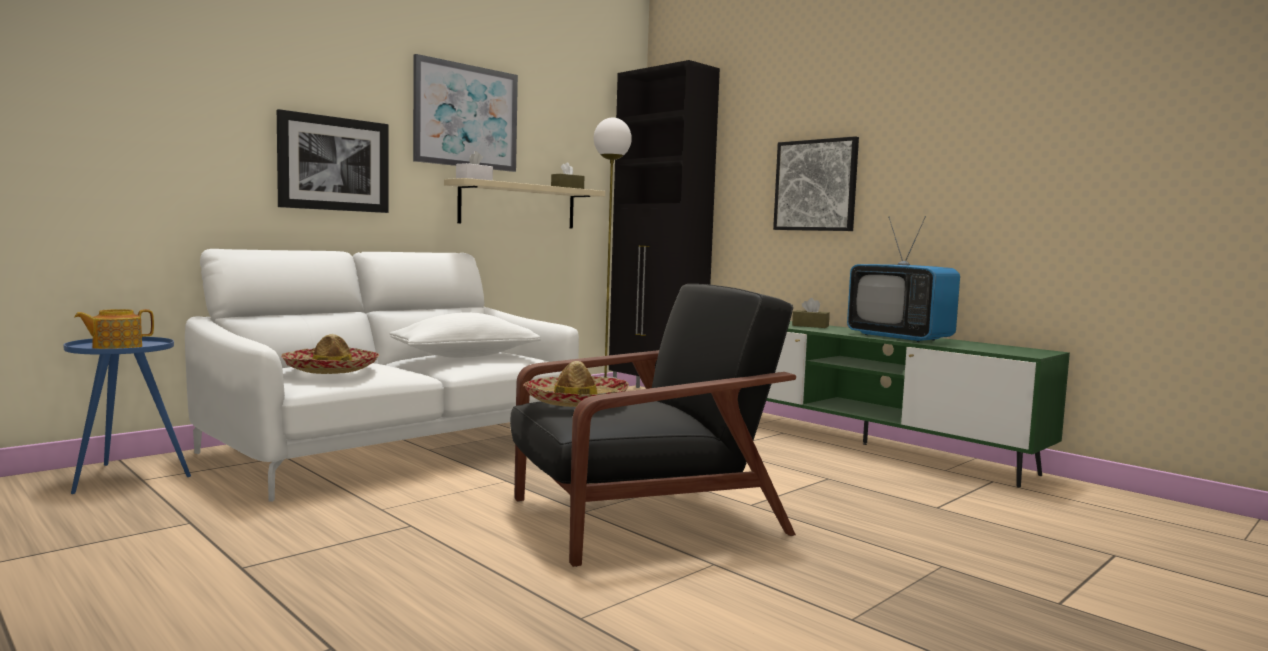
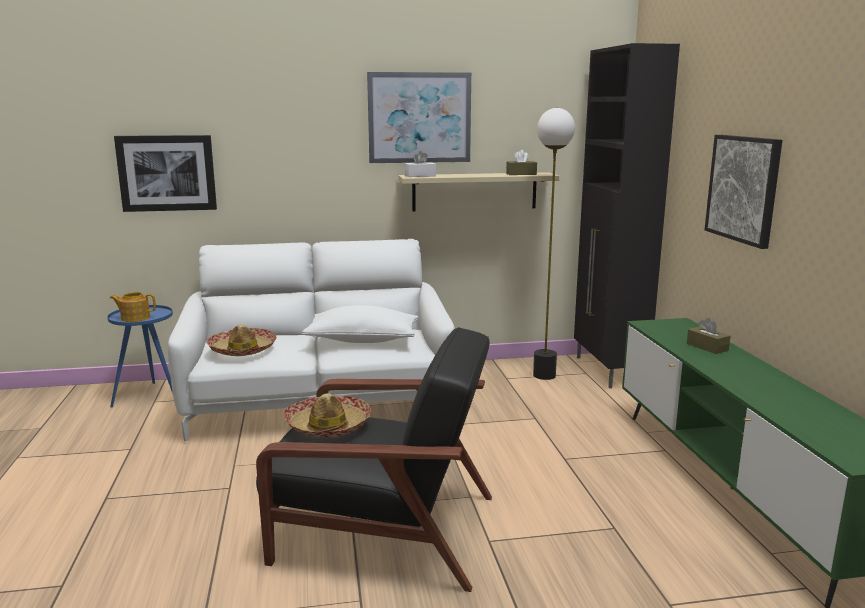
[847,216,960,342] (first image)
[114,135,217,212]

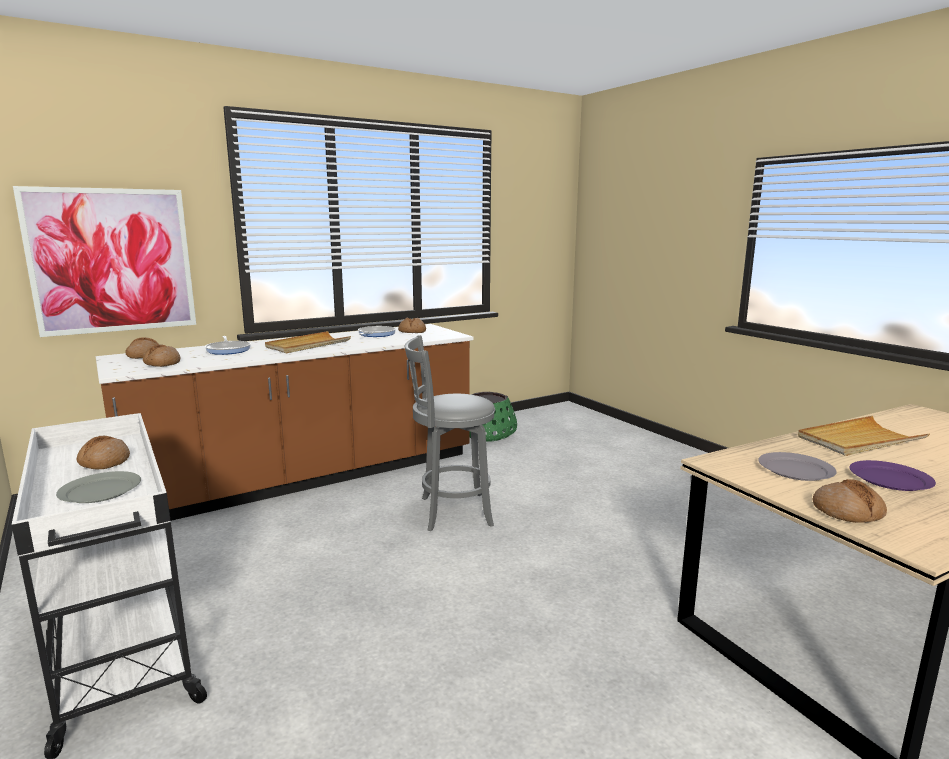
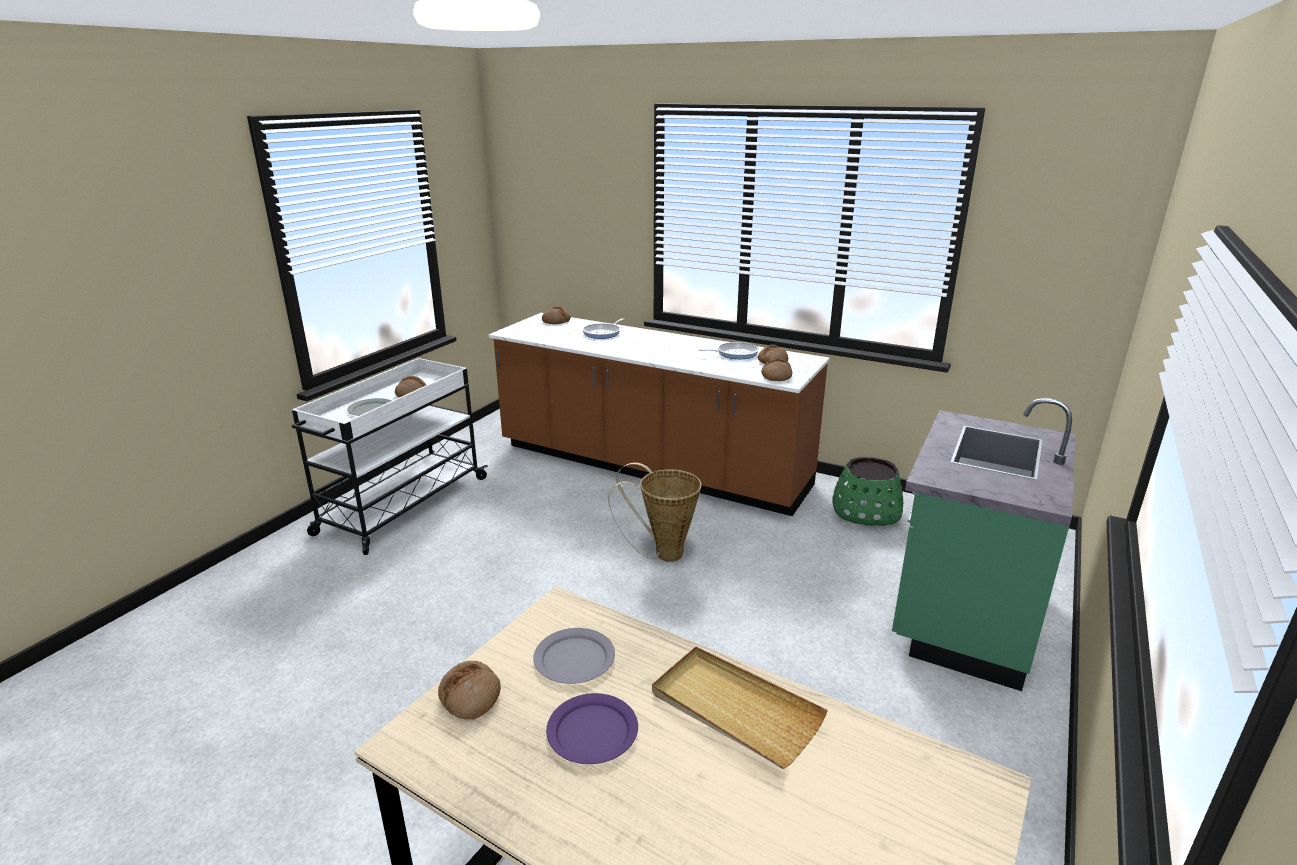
[13,186,196,337] (first image)
[265,331,351,353] (first image)
[892,398,1076,691]
[761,358,792,381]
[608,462,702,562]

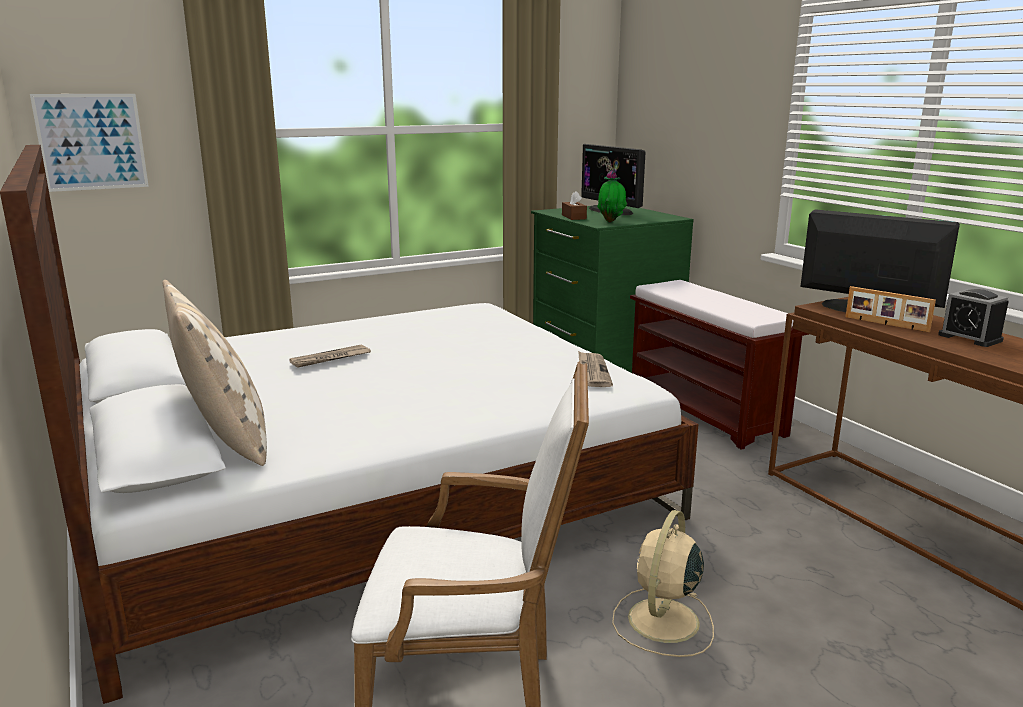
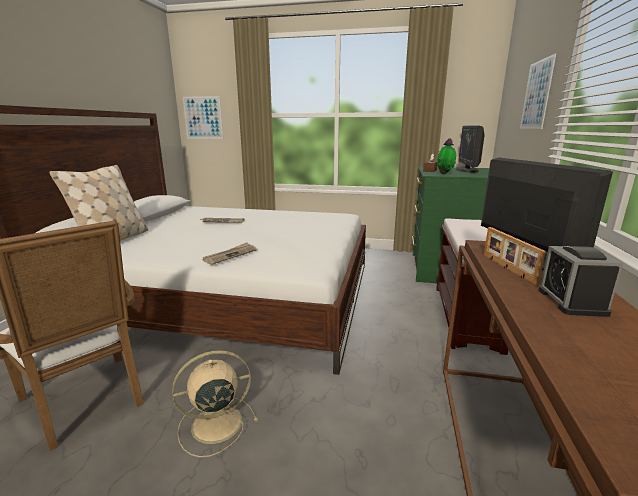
[520,53,556,129]
[203,242,257,265]

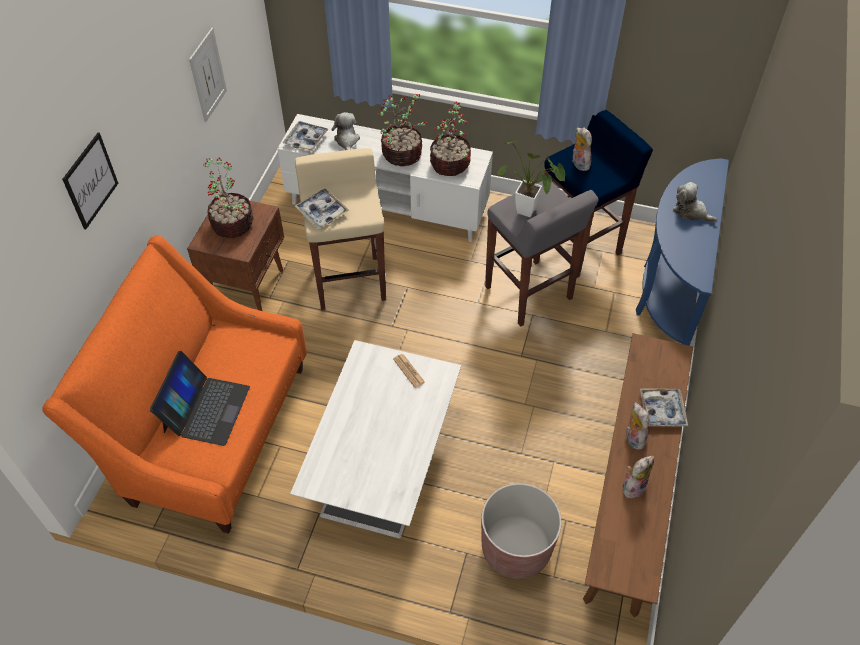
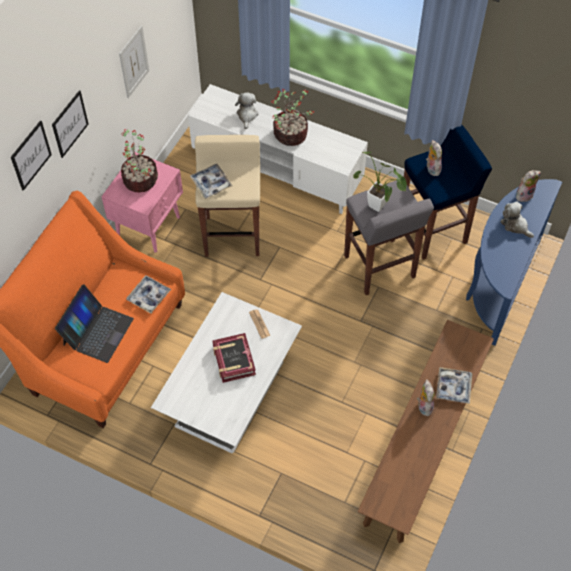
[430,102,471,176] (first image)
[481,483,562,579] (first image)
[52,90,89,158]
[212,333,256,383]
[126,275,171,314]
[516,170,541,202]
[101,152,183,253]

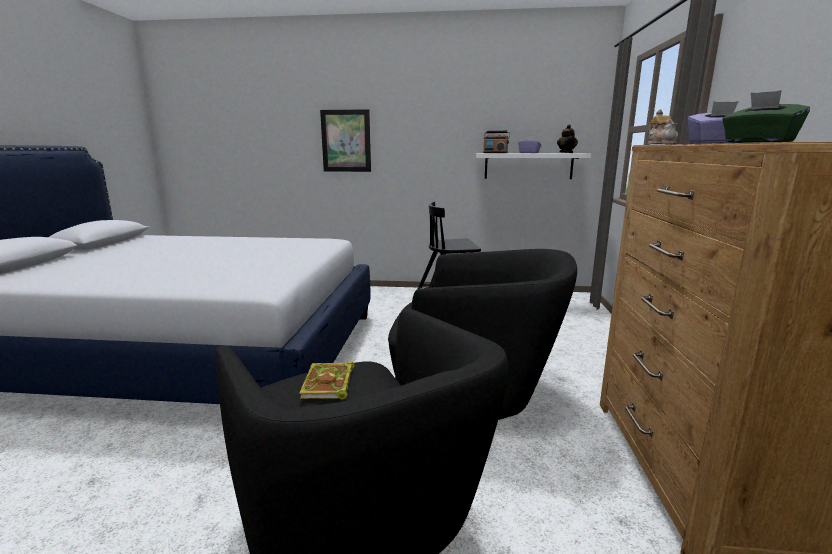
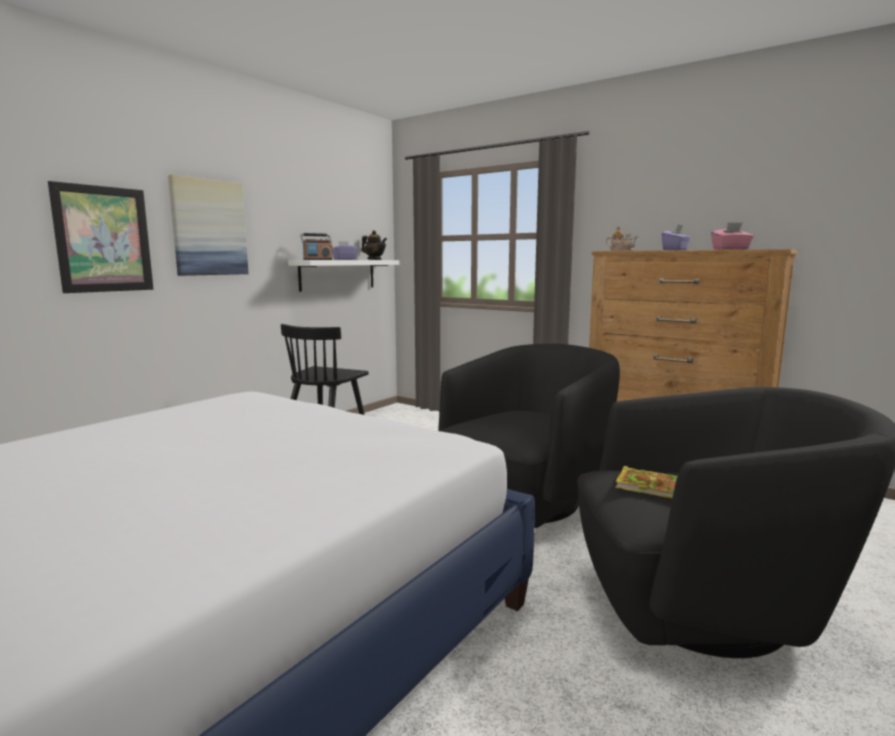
[168,175,249,276]
[711,222,754,250]

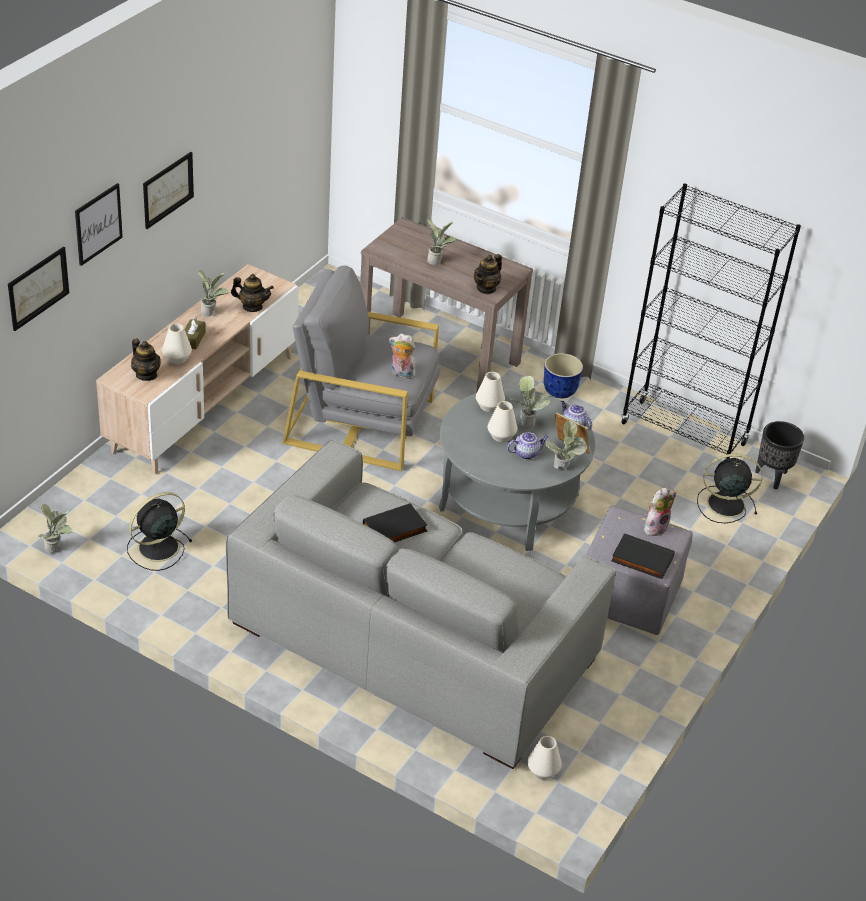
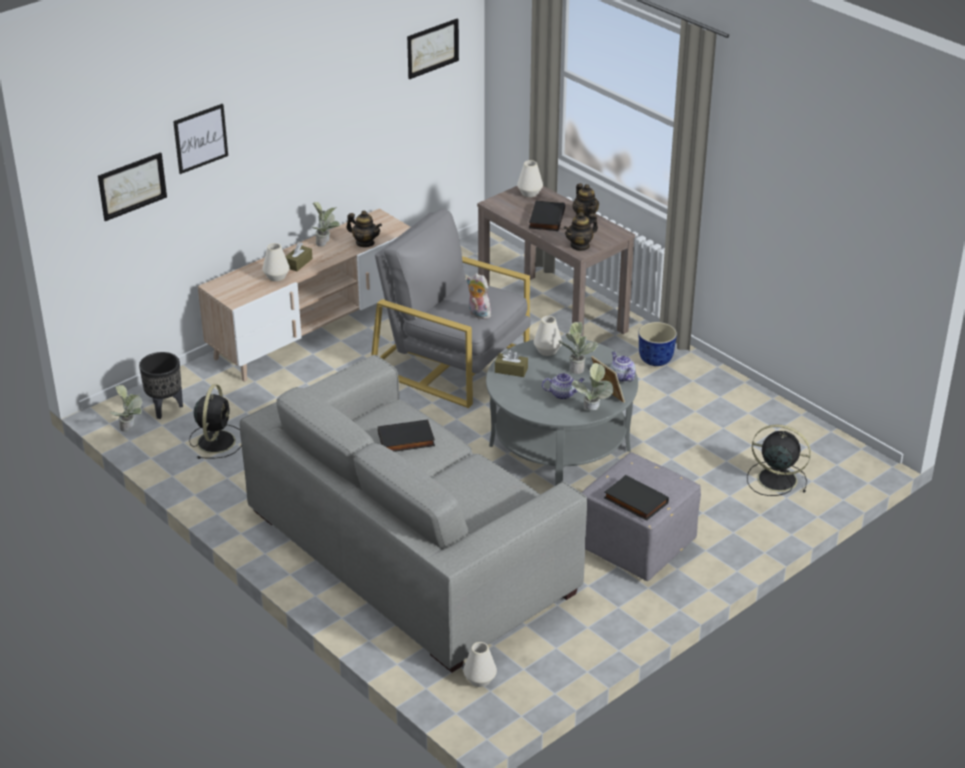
[620,184,801,460] (first image)
[644,487,676,536] (first image)
[495,350,528,377]
[573,183,599,221]
[407,18,459,79]
[517,160,543,197]
[139,352,183,419]
[529,201,565,231]
[189,384,242,459]

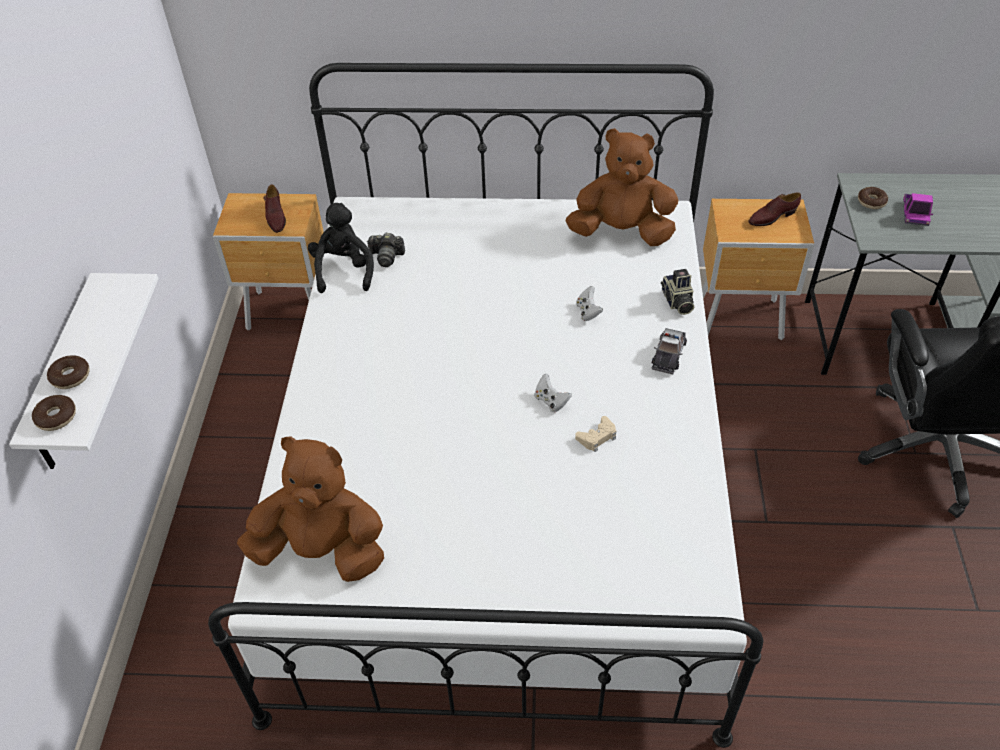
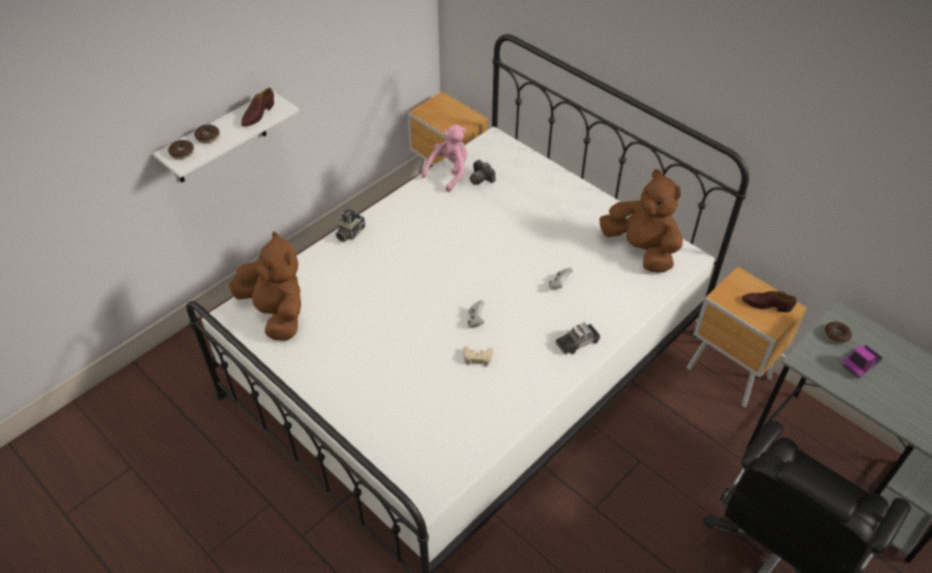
[241,88,274,126]
[336,209,365,242]
[422,125,467,192]

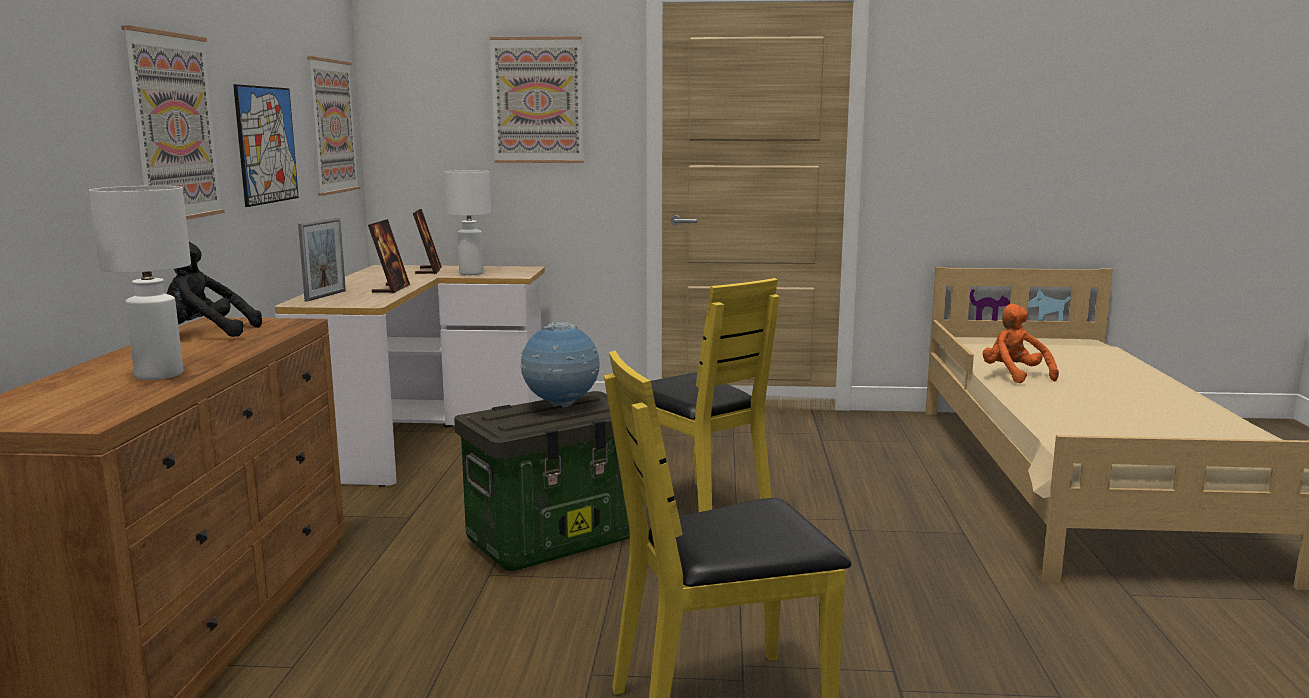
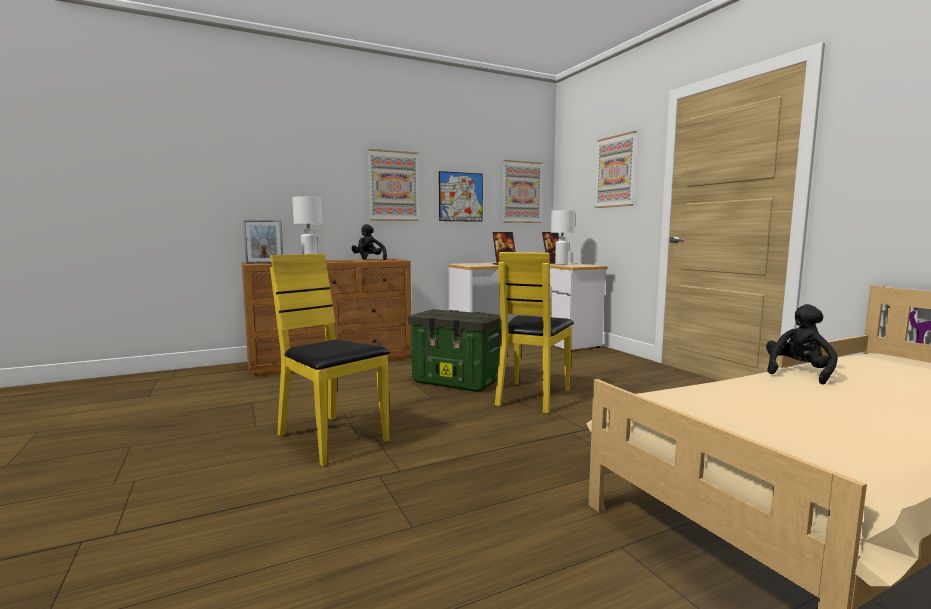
[521,322,600,408] (first image)
[243,220,283,264]
[766,304,838,385]

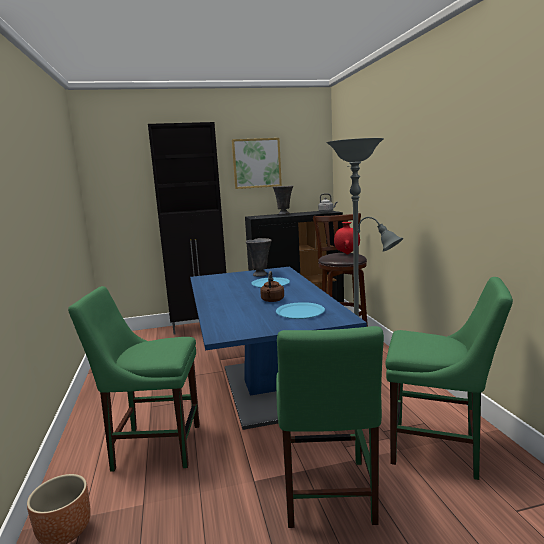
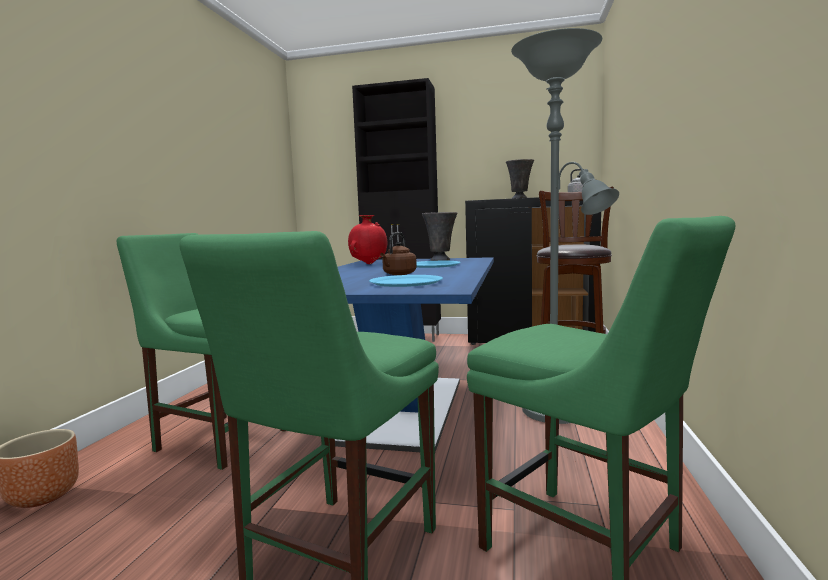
[232,138,282,189] (first image)
[348,215,388,264]

